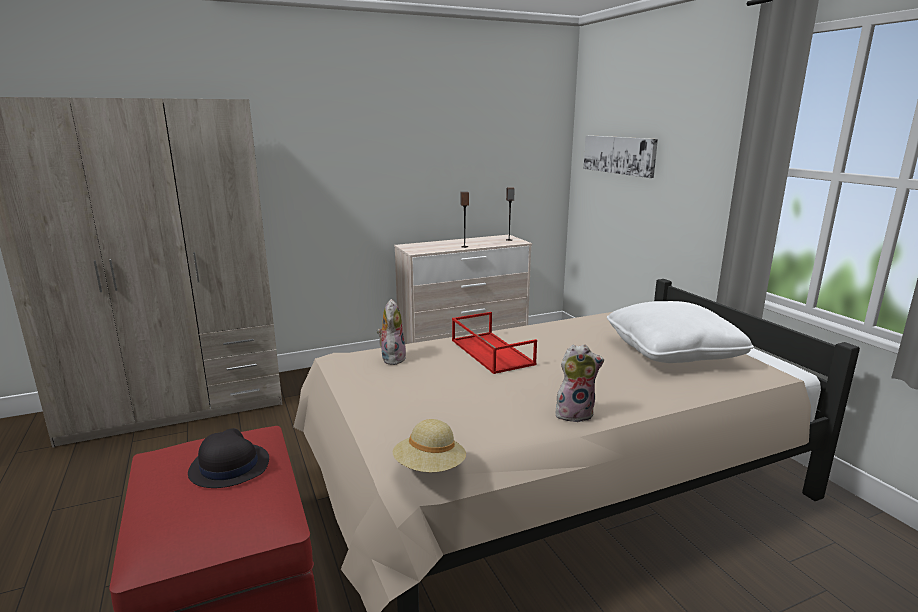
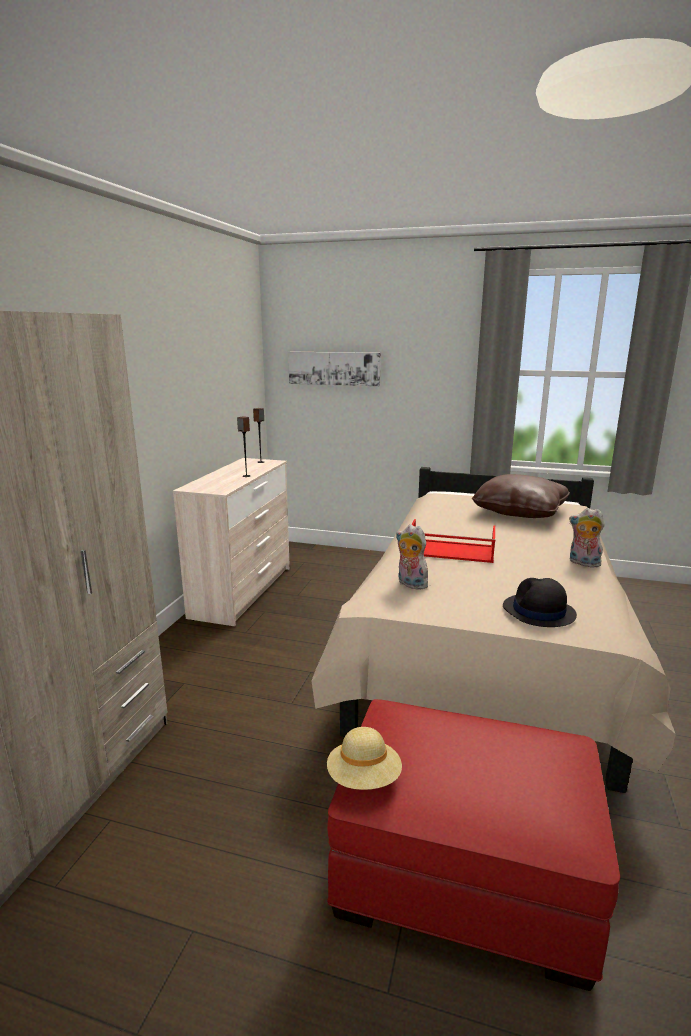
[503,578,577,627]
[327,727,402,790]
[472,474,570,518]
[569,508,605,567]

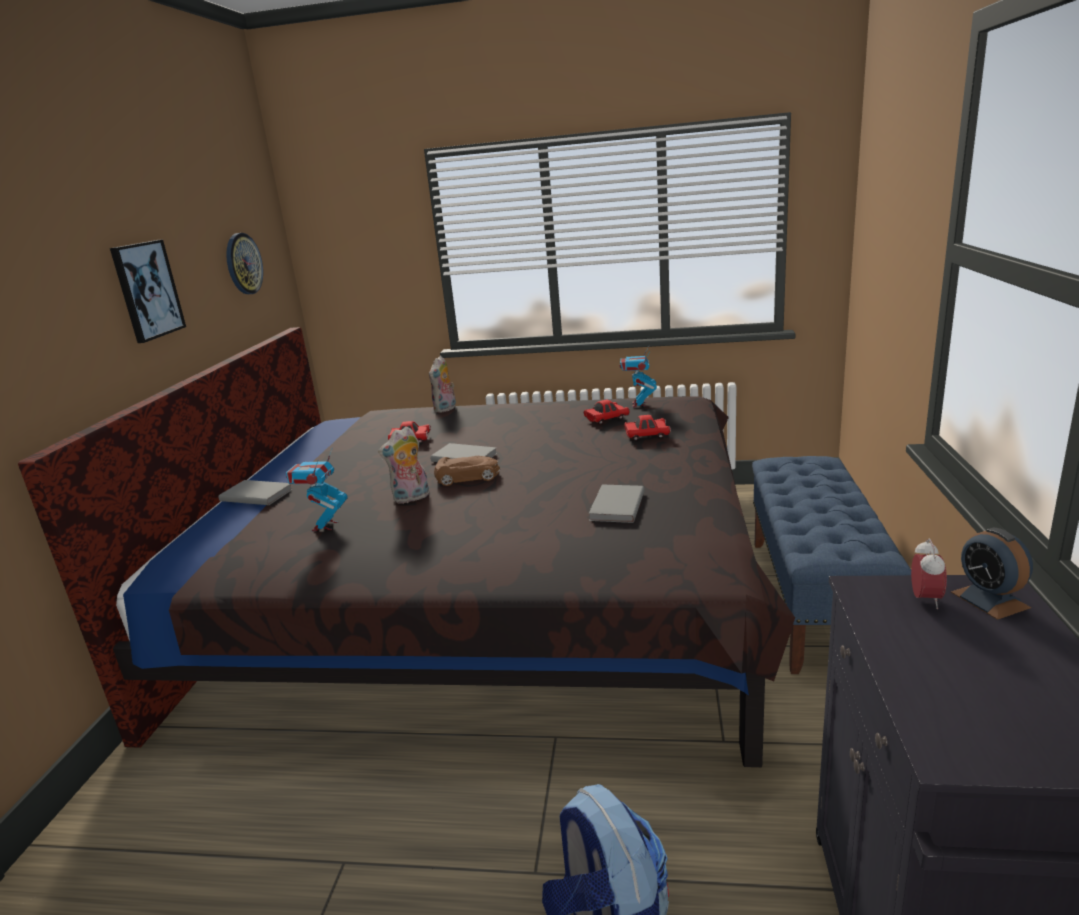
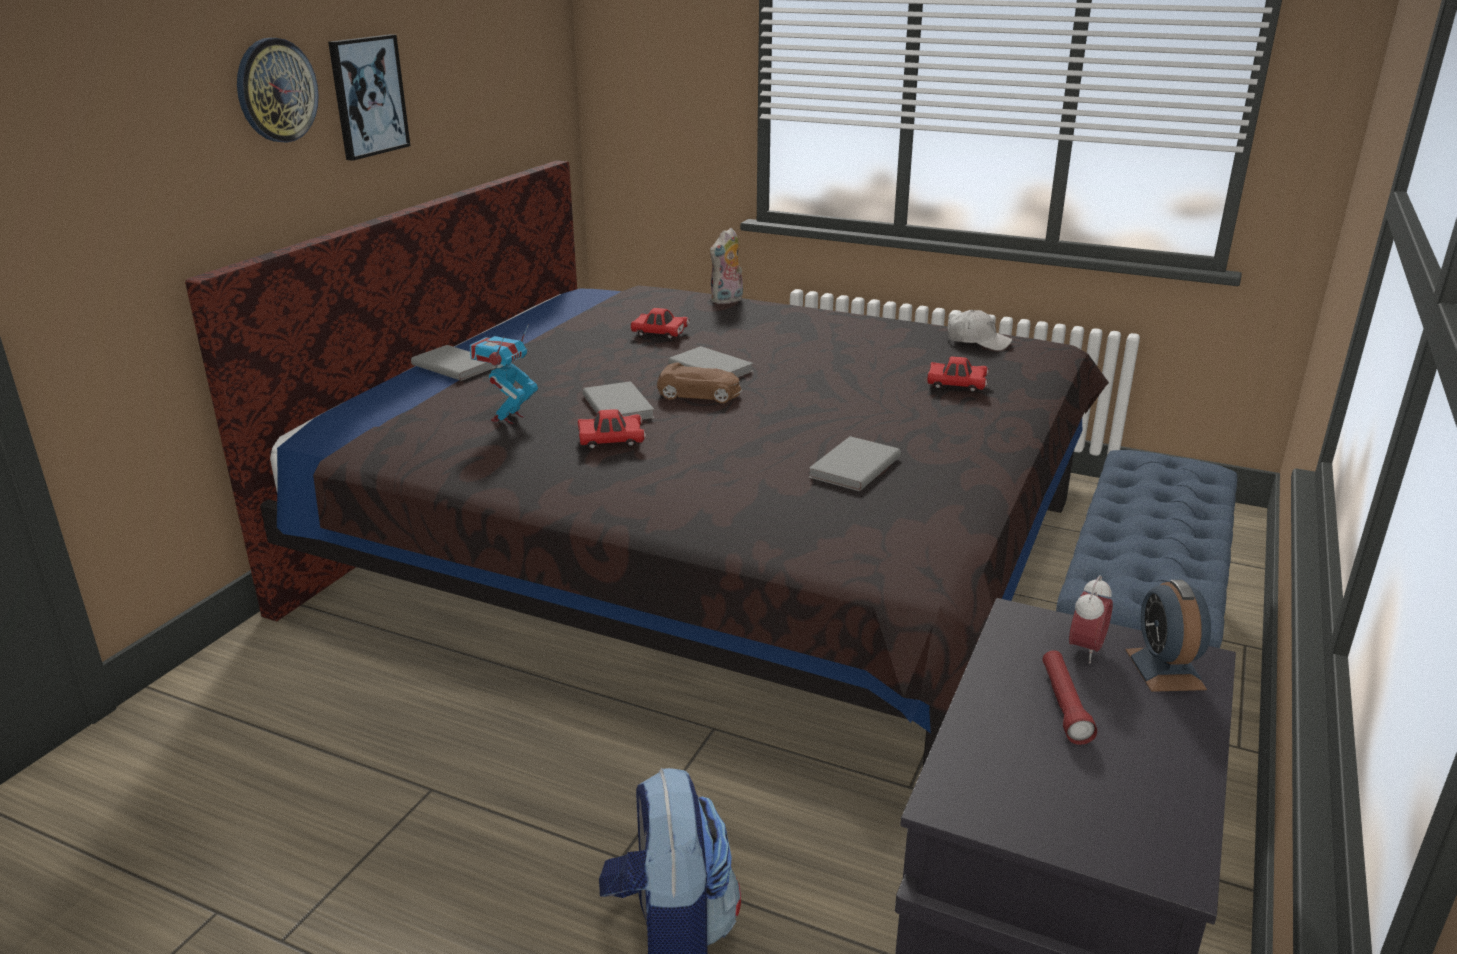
[1043,650,1097,745]
[237,38,319,143]
[578,409,646,449]
[583,381,655,420]
[947,310,1013,351]

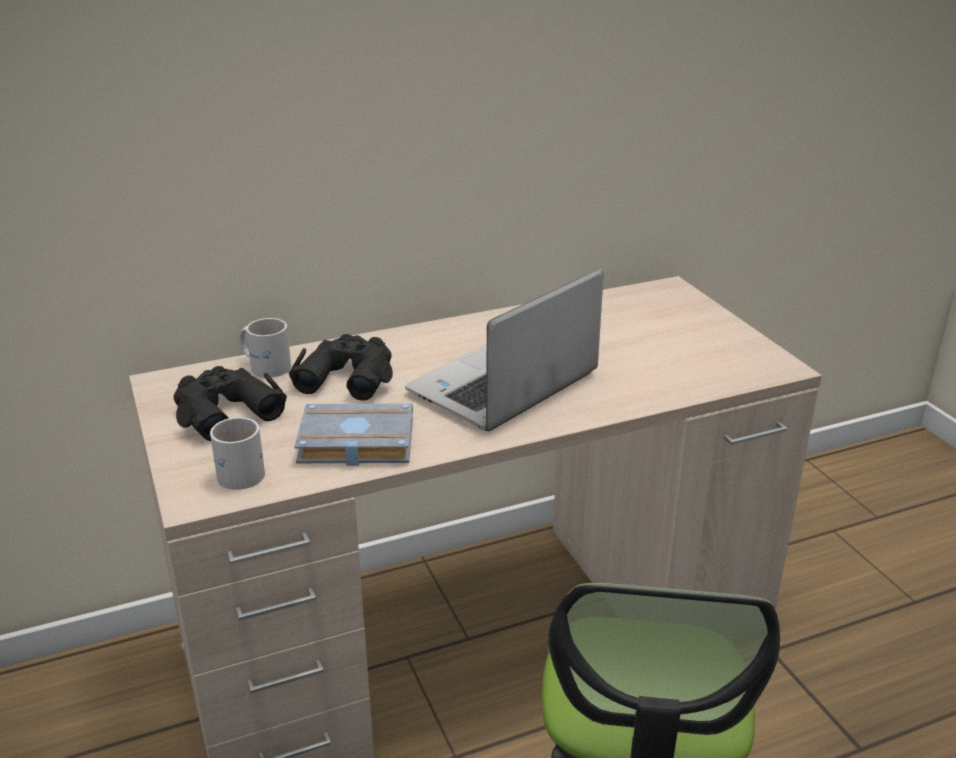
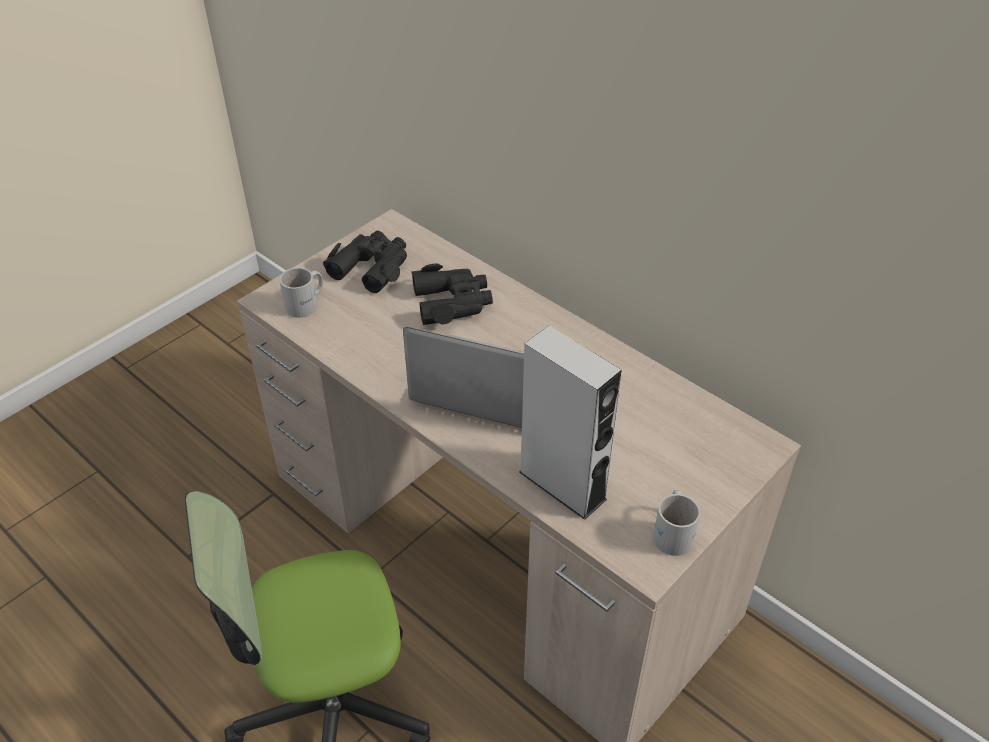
[294,404,413,466] (first image)
[519,326,622,520]
[653,490,701,556]

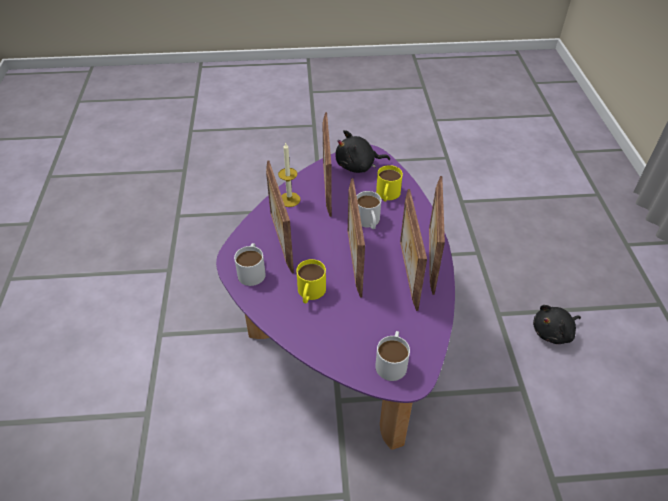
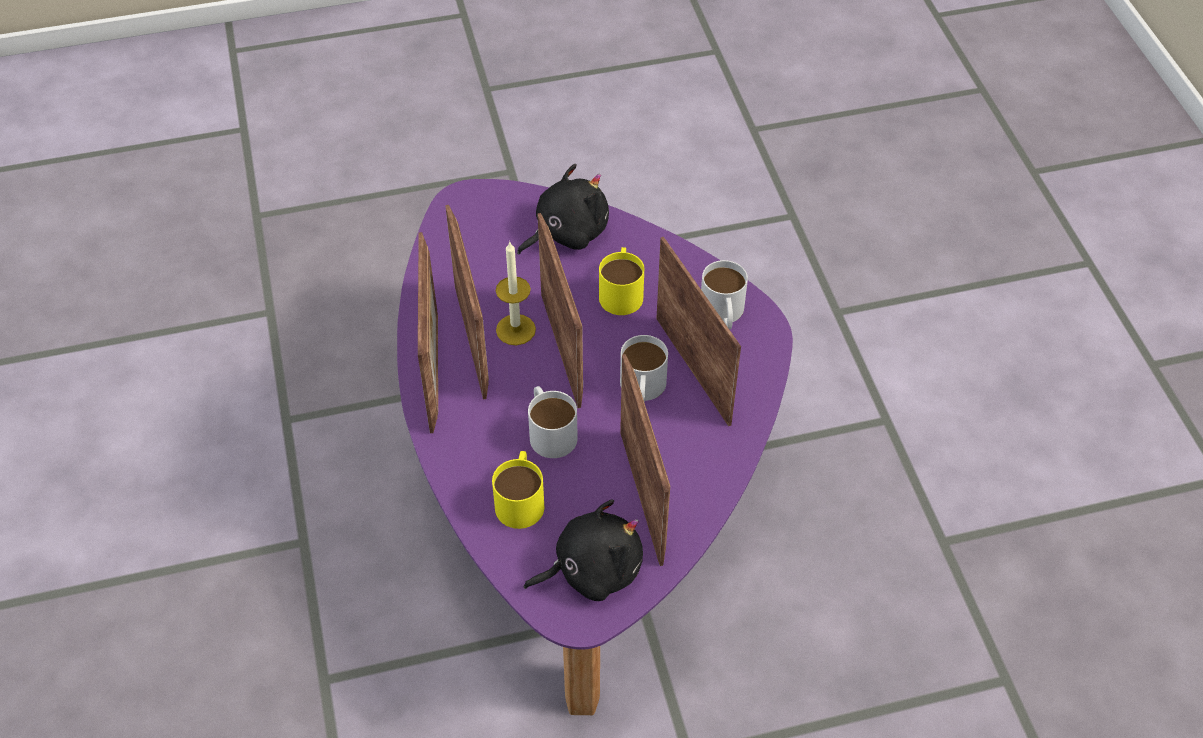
[496,241,536,345]
[620,335,668,403]
[517,164,609,255]

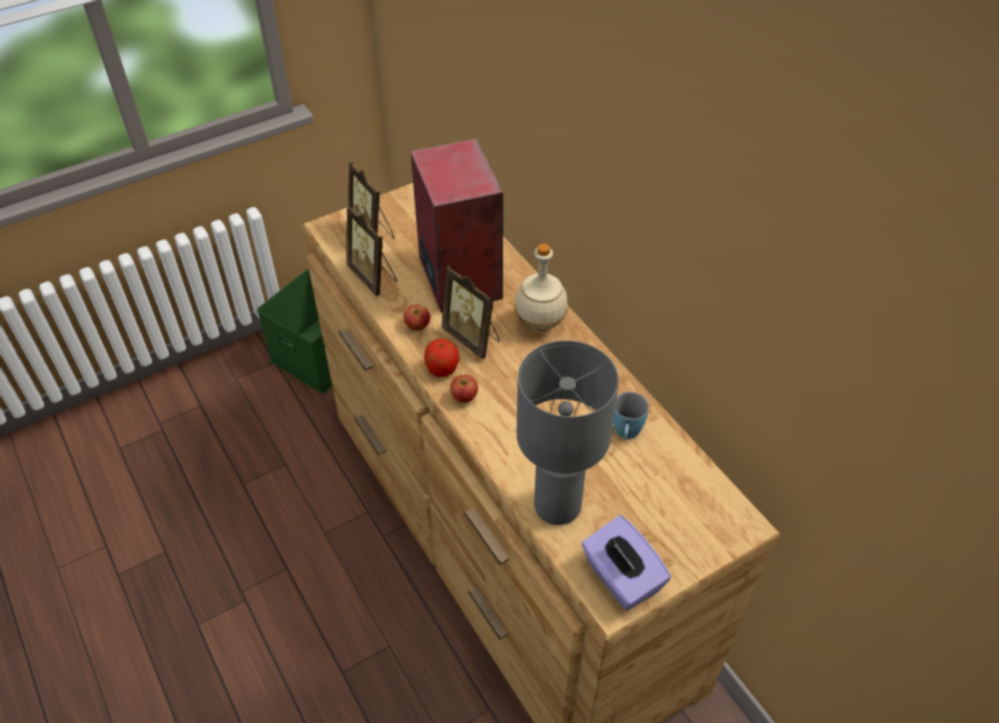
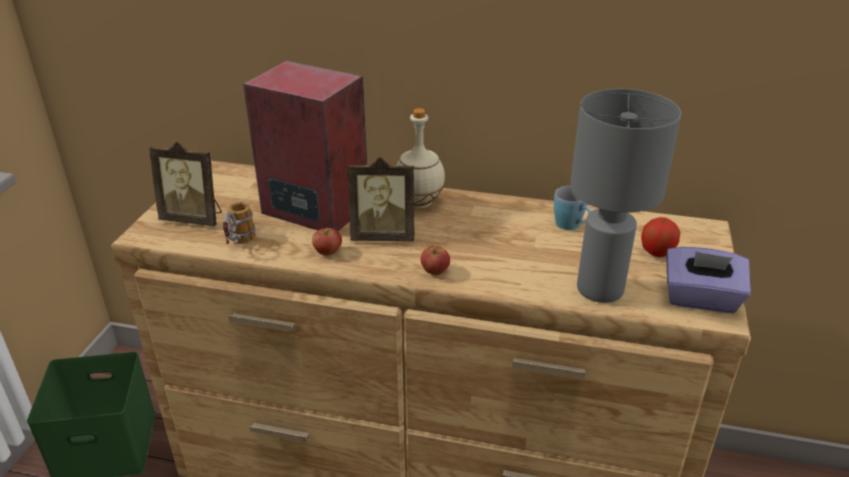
[641,217,680,257]
[223,202,256,244]

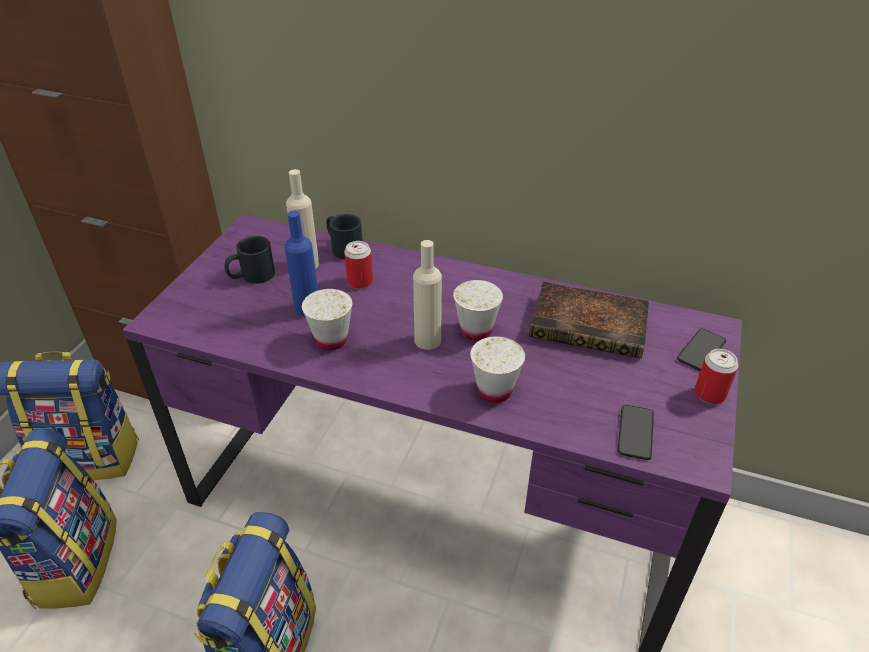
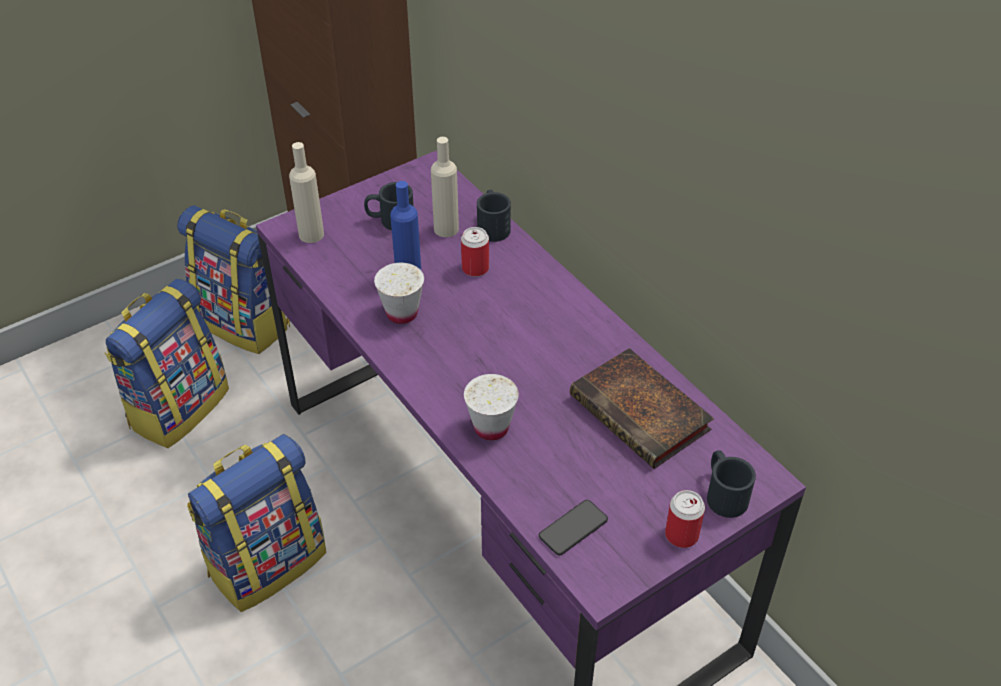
[453,280,503,341] (first image)
[289,142,324,243]
[707,450,756,518]

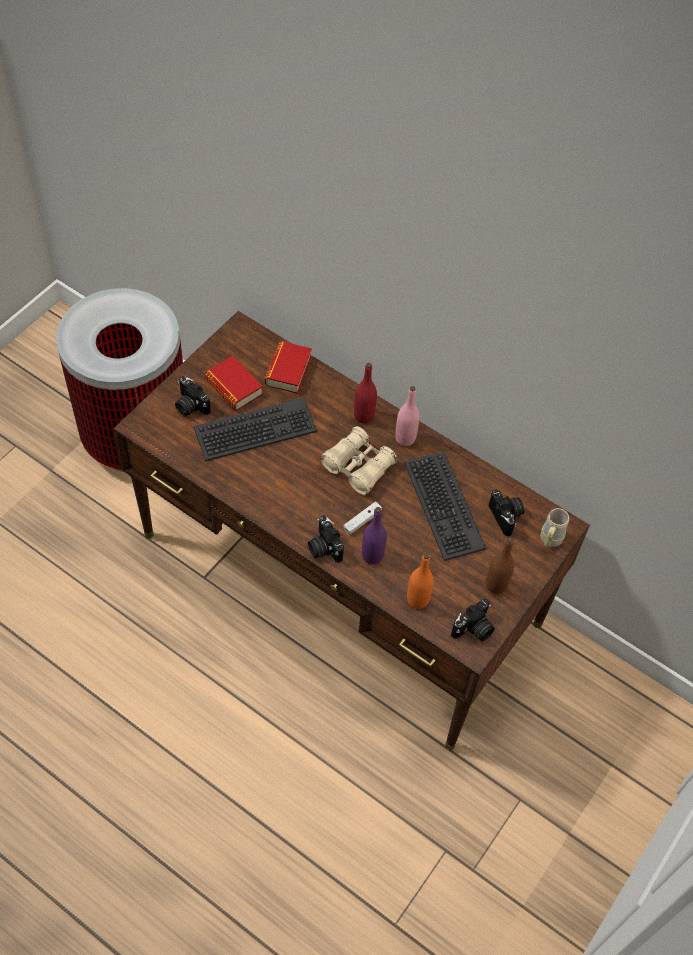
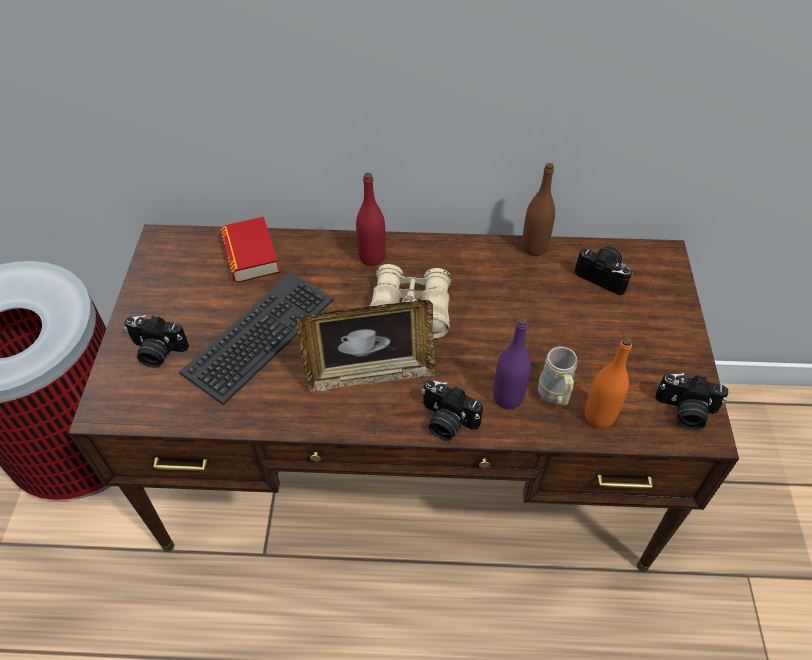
[205,355,263,410] (first image)
[344,501,382,535] (first image)
[395,386,420,446] (first image)
[404,451,486,561] (first image)
[297,300,435,392]
[522,163,555,256]
[538,347,578,406]
[655,373,728,430]

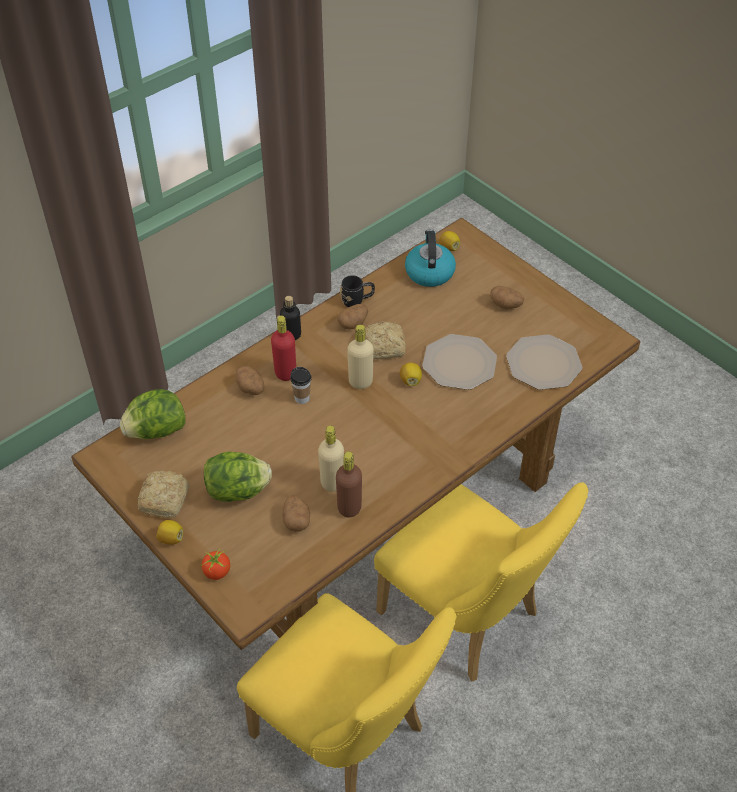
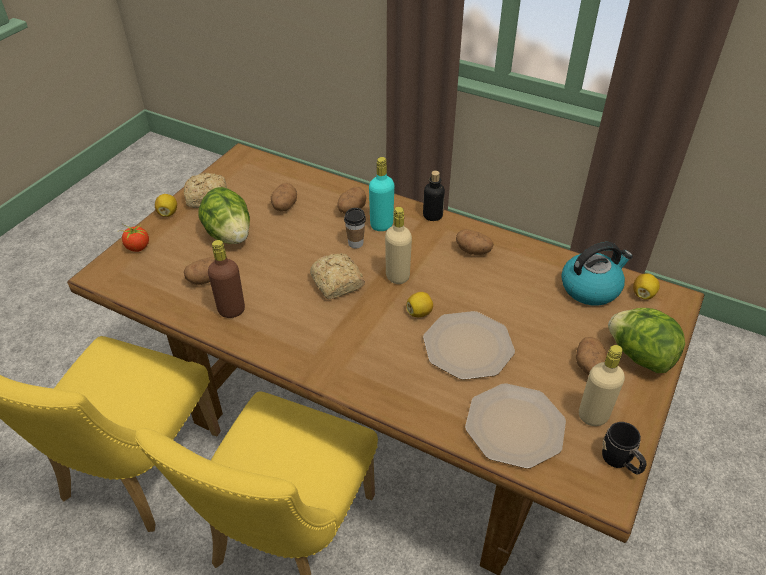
[271,183,297,211]
[608,308,685,373]
[579,345,625,426]
[602,422,647,474]
[310,253,365,299]
[369,157,394,231]

